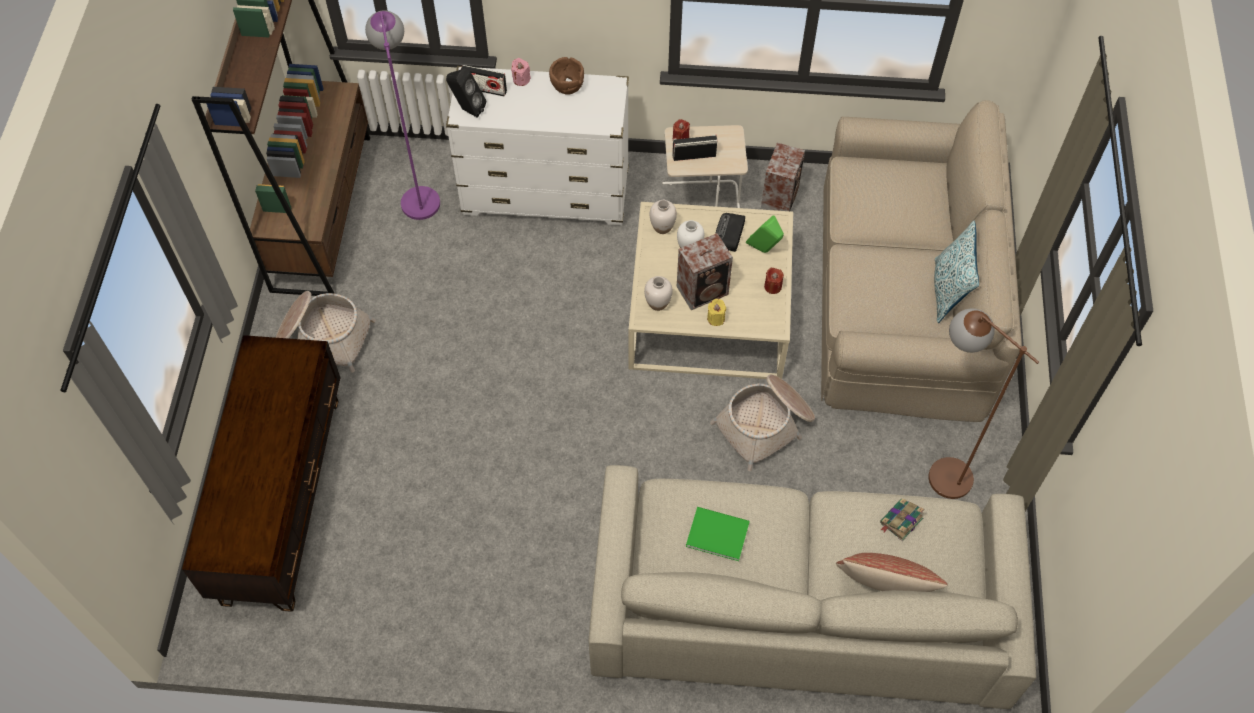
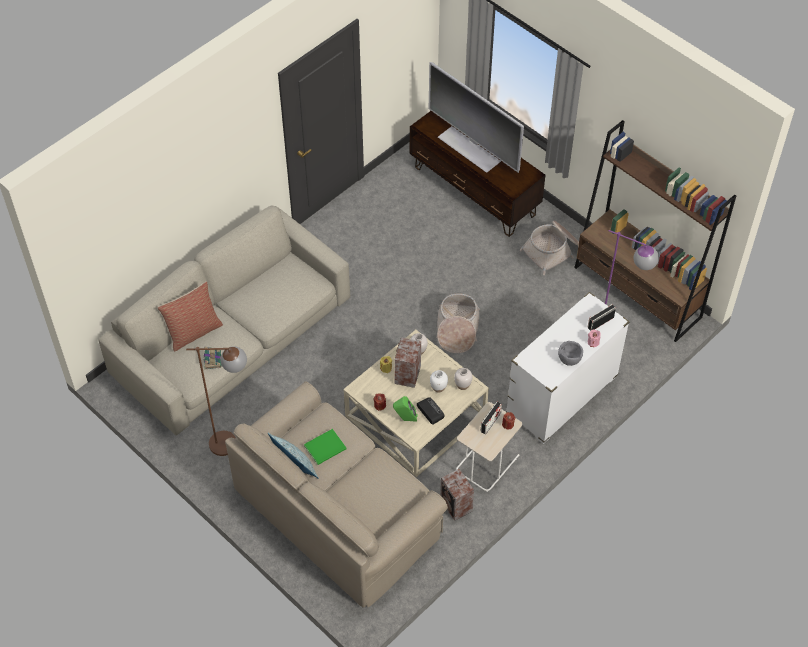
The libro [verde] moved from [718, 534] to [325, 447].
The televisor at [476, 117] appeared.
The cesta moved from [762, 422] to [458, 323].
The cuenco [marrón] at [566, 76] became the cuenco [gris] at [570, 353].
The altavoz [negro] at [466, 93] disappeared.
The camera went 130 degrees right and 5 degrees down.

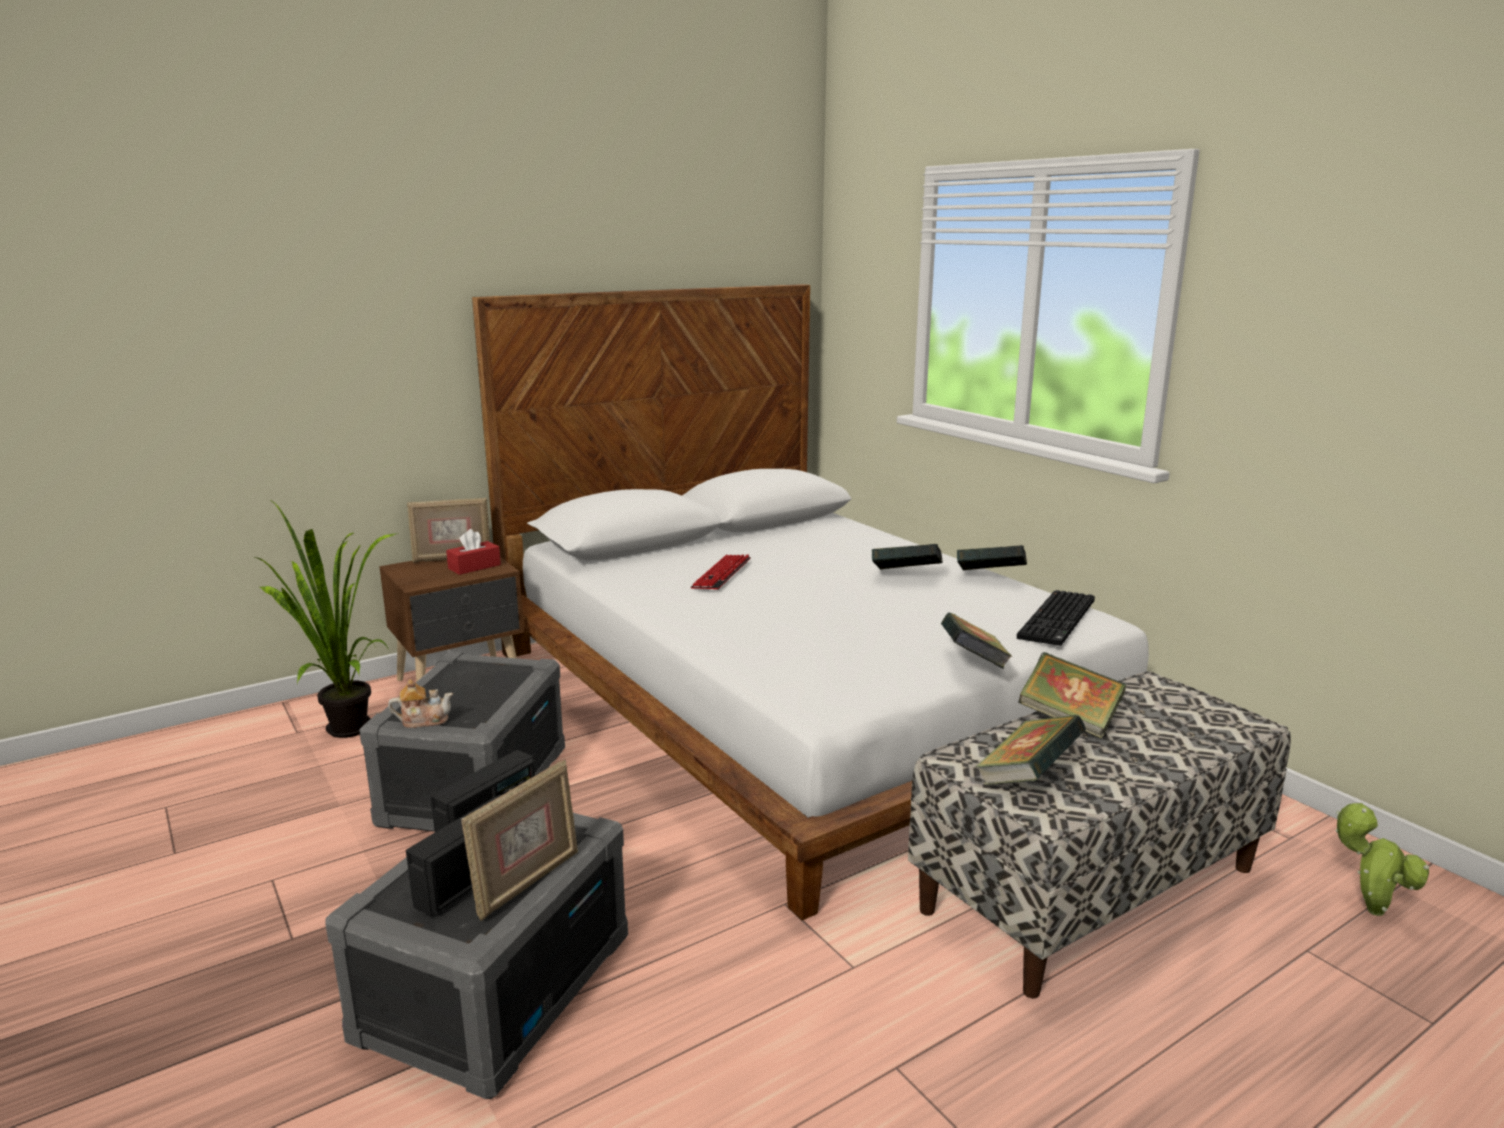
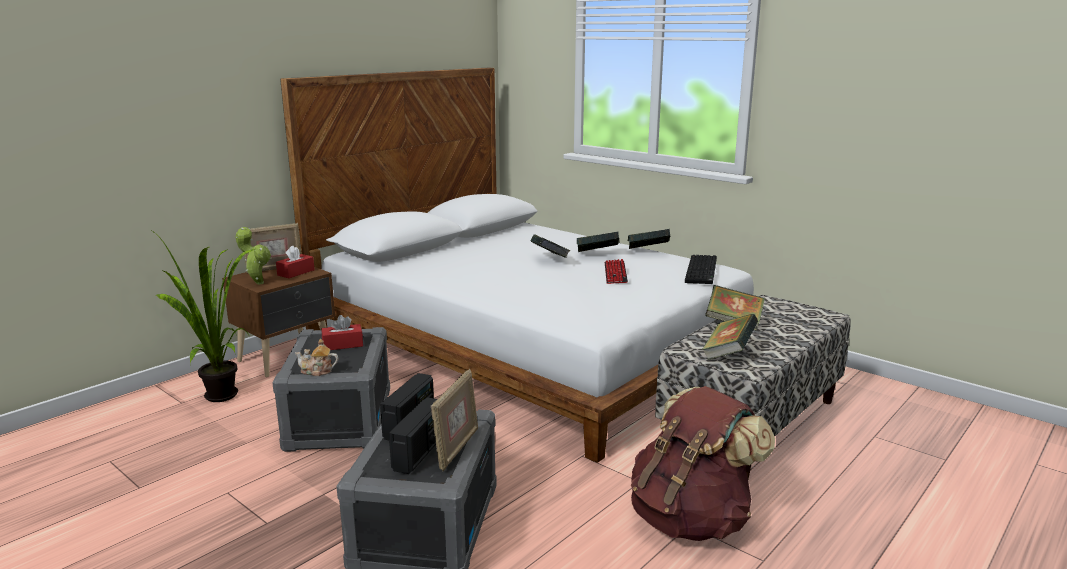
The planta en maceta moved from [1382, 859] to [254, 255].
The tetera at [420, 703] turned 150 degrees counterclockwise.
The caja de pañuelos [rojo] at [342, 332] appeared.
The libro moved from [976, 640] to [550, 246].
The teclado moved from [721, 572] to [616, 271].
The mochila [marrón] at [703, 463] appeared.
The camera went 15 degrees left and 0 degrees up.

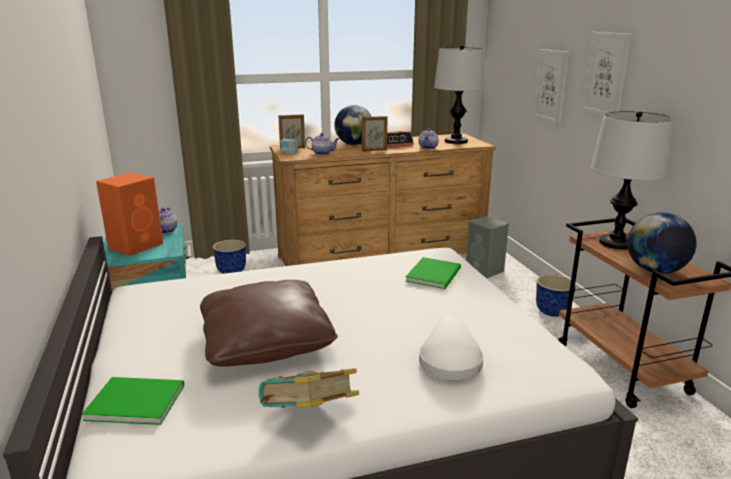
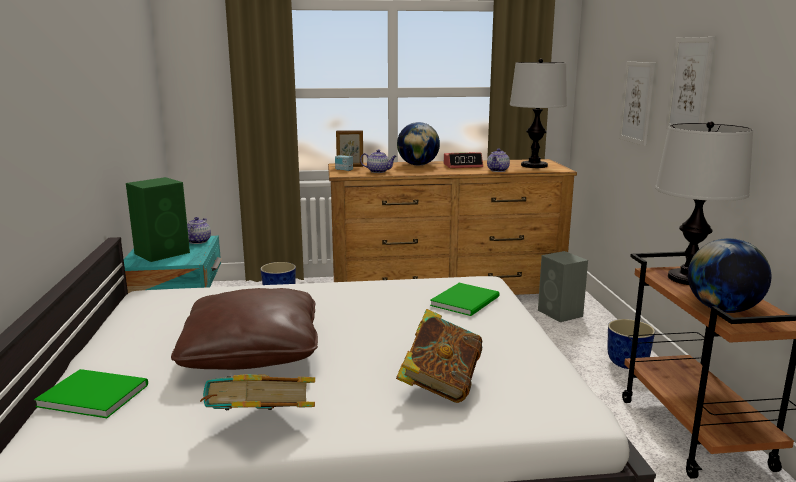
The altavoz [naranja] at [129, 214] became the altavoz [verde] at [158, 219].
The sombrero [blanco] at [451, 347] was replaced by the libro at [439, 356].
The portarretratos at [374, 133] disappeared.
The camera went 10 degrees right and 5 degrees down.

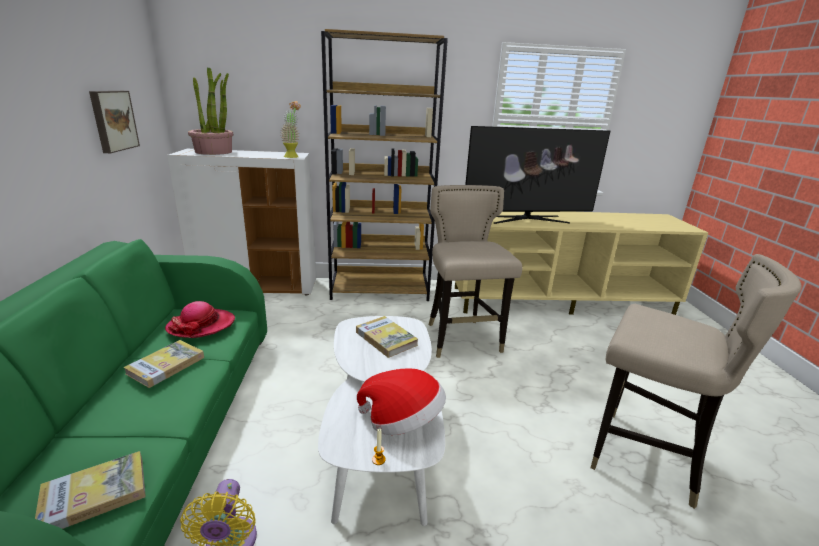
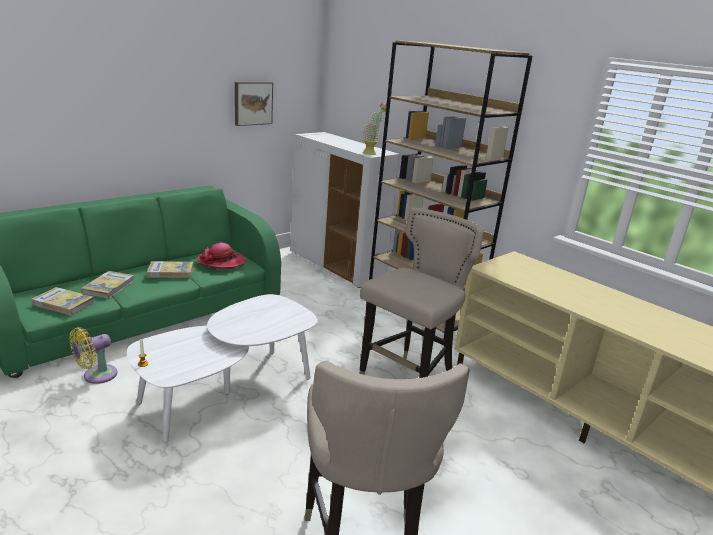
The libro moved from [387, 337] to [107, 285].
The planta en maceta at [210, 111] disappeared.
The sombrero at [401, 401] disappeared.
The televisor at [537, 175] disappeared.
The camera went 50 degrees right and 0 degrees up.

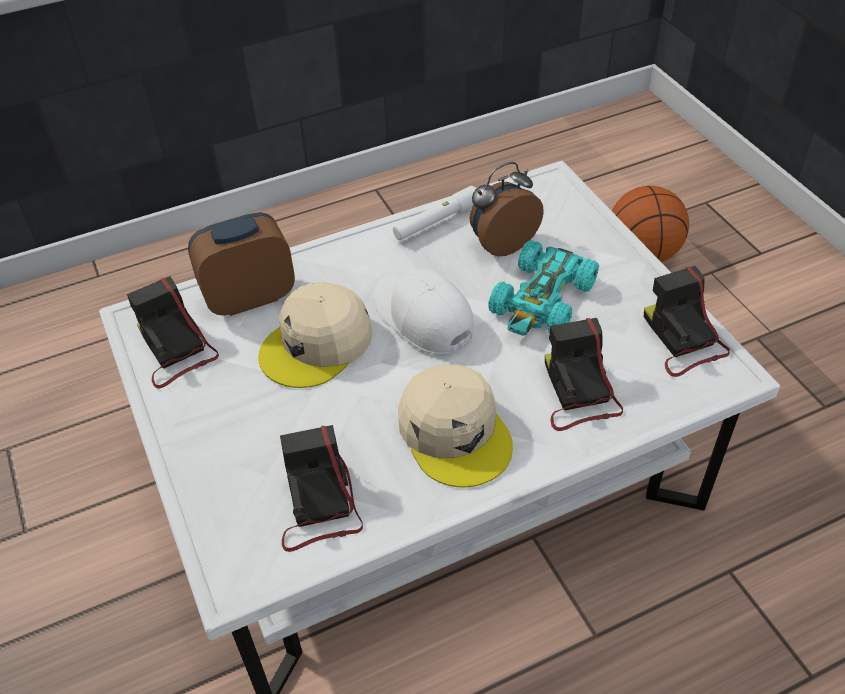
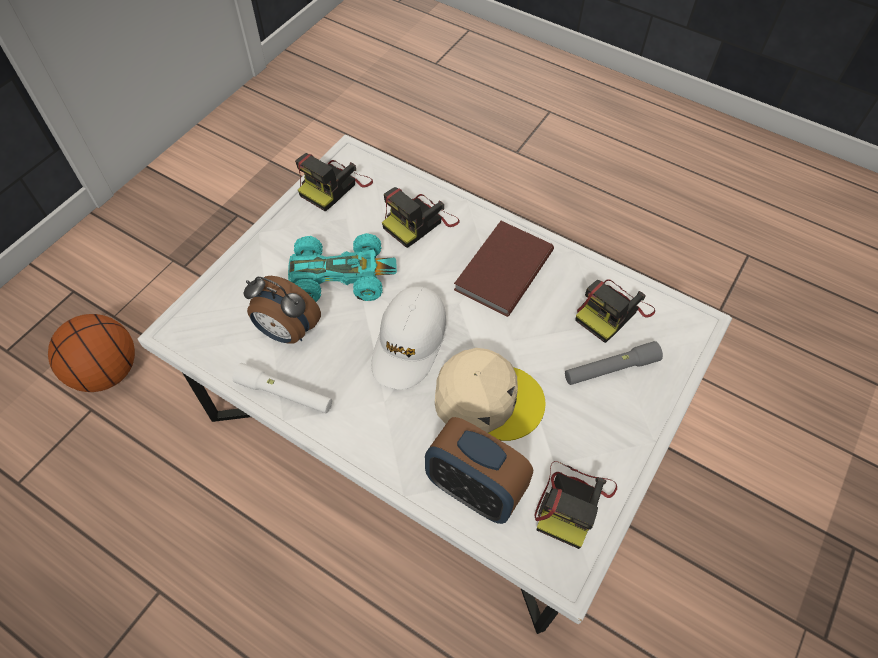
The gorra [beis] at [455, 425] was replaced by the libro [marrón] at [504, 269].
The linterna [gris] at [614, 363] appeared.
The camera went 125 degrees left and 10 degrees up.

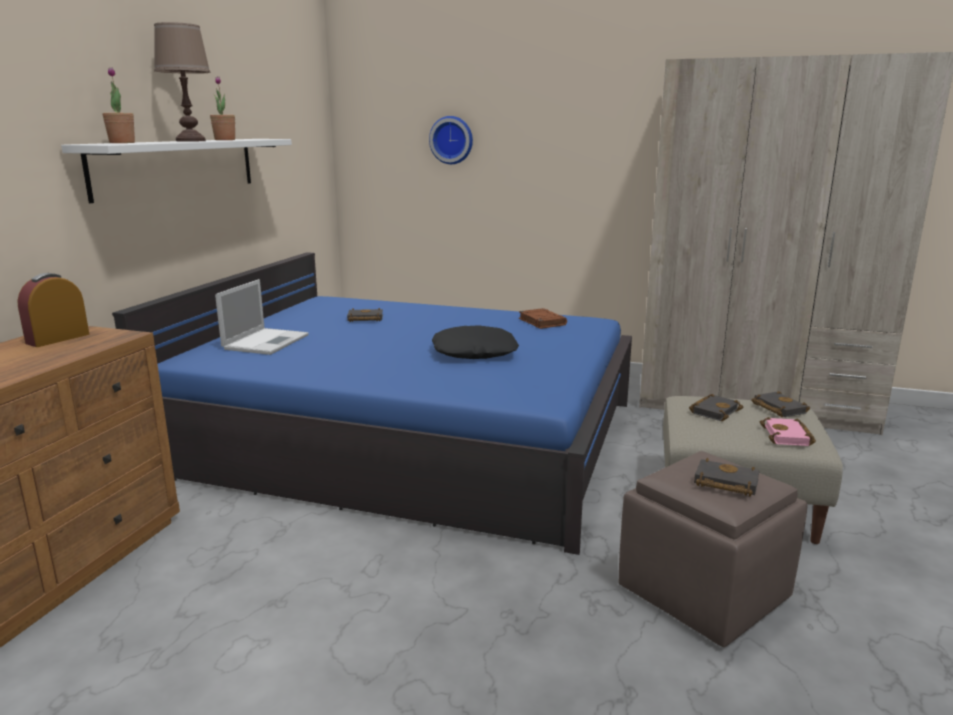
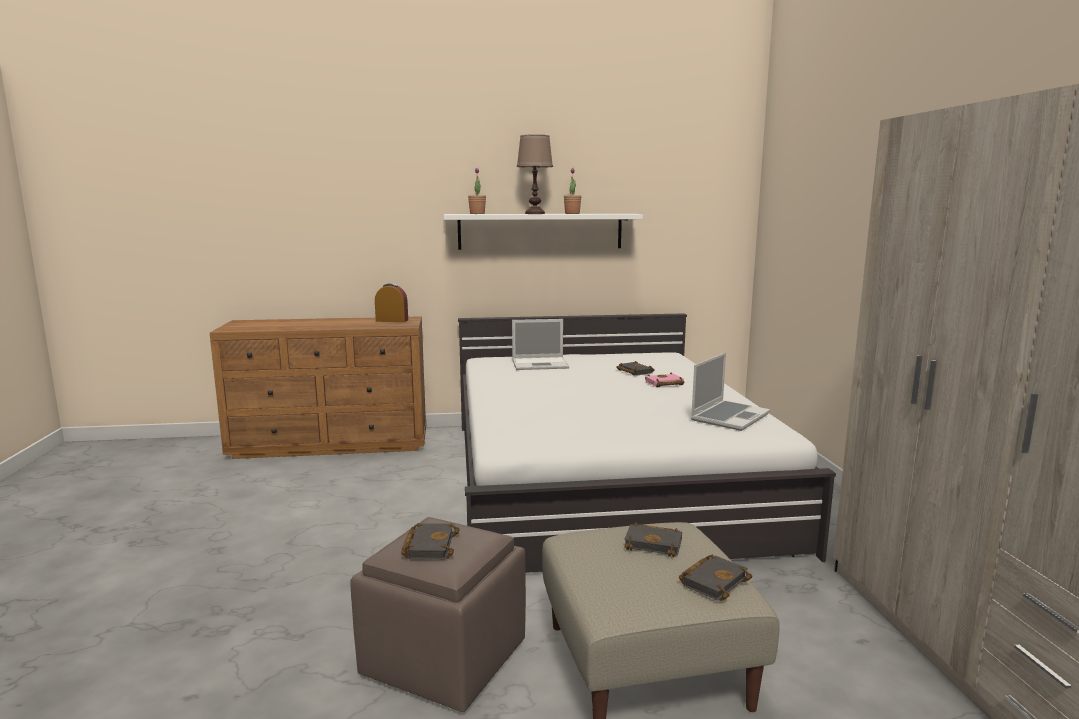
The cama [azul] at [372, 403] became the cama [blanco] at [647, 443].
The libro [rosa] moved from [788, 431] to [664, 379].
The libro [marrón] at [543, 318] was replaced by the portátil at [730, 392].
The reloj de pared at [451, 140] disappeared.
The cojín [negro] at [475, 342] disappeared.
The camera went 65 degrees right and 5 degrees down.

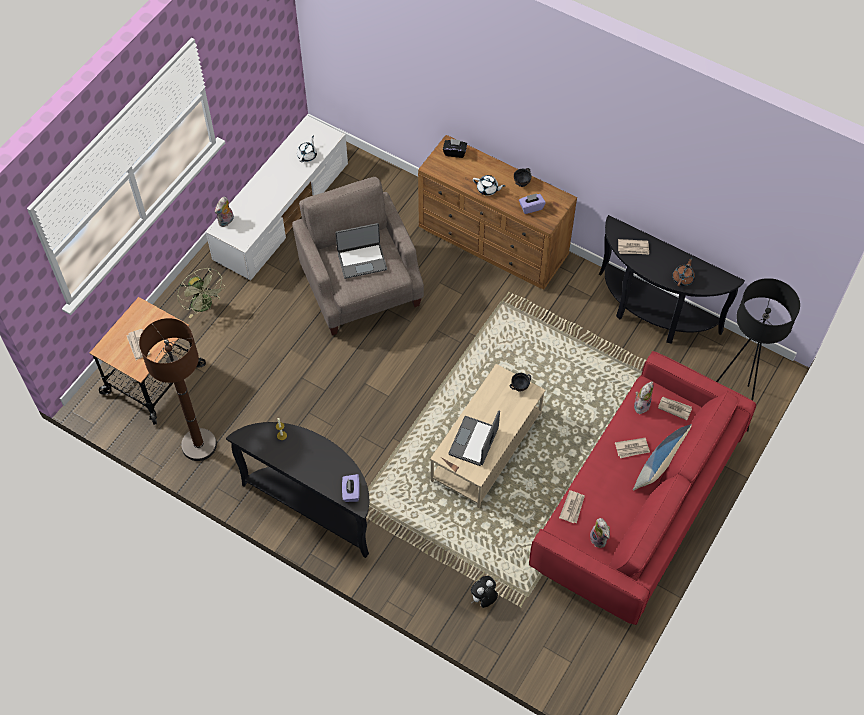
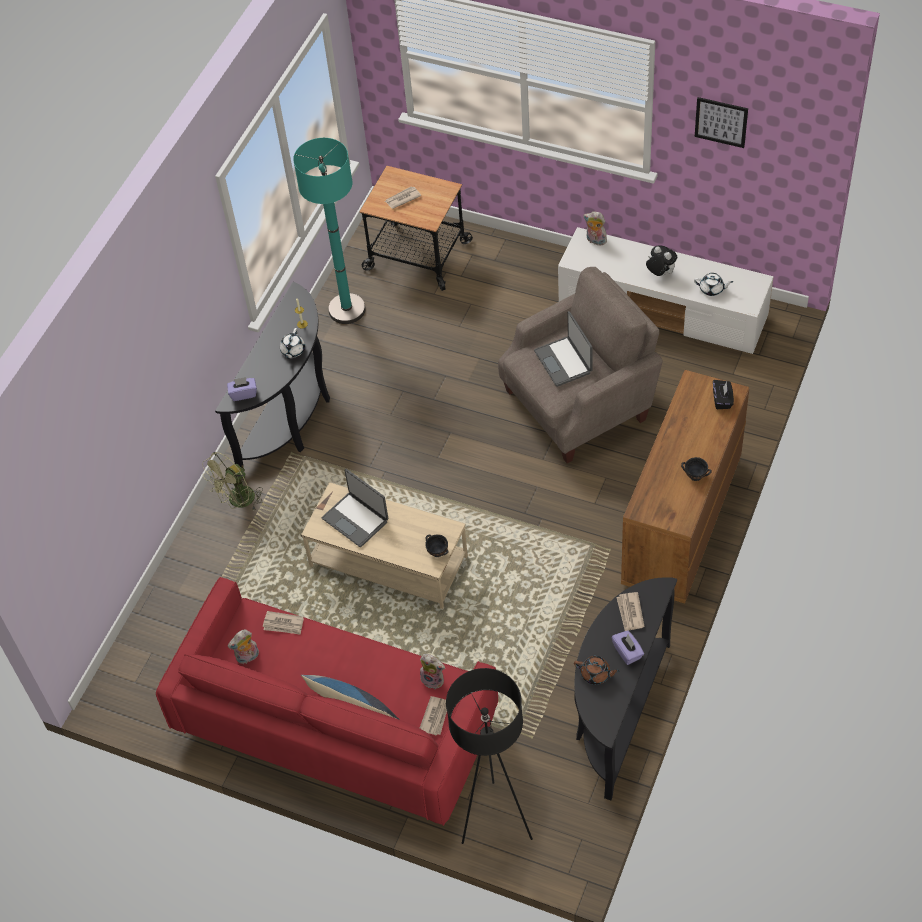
The ventilador [verde] moved from [201, 293] to [232, 481].
The tetera [blanco] moved from [489, 185] to [292, 343].
The lámpara de pie [marrón] at [178, 389] became the lámpara de pie [turquesa] at [329, 231].
The portátil at [474, 438] turned 150 degrees counterclockwise.
The caja de pañuelos [morado] moved from [532, 203] to [627, 647].
The peluche moved from [484, 592] to [661, 260].
The cuadro at [721, 122] appeared.
The periódico at [632, 448] disappeared.
The camera went 85 degrees right and 5 degrees down.

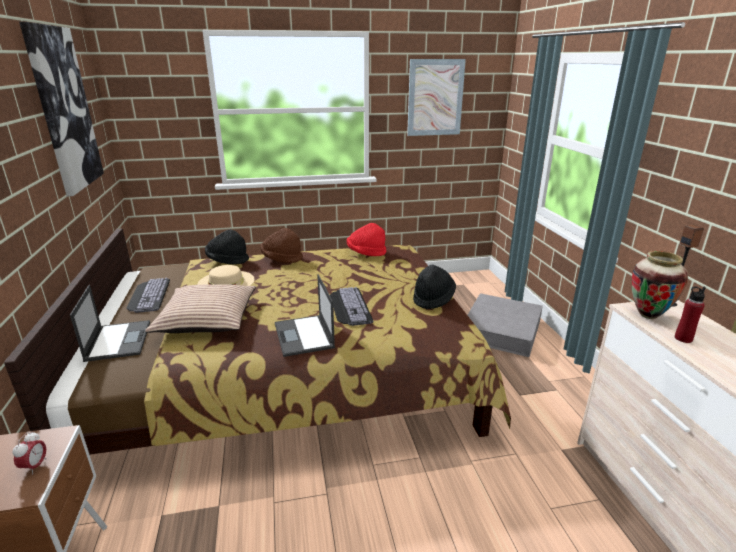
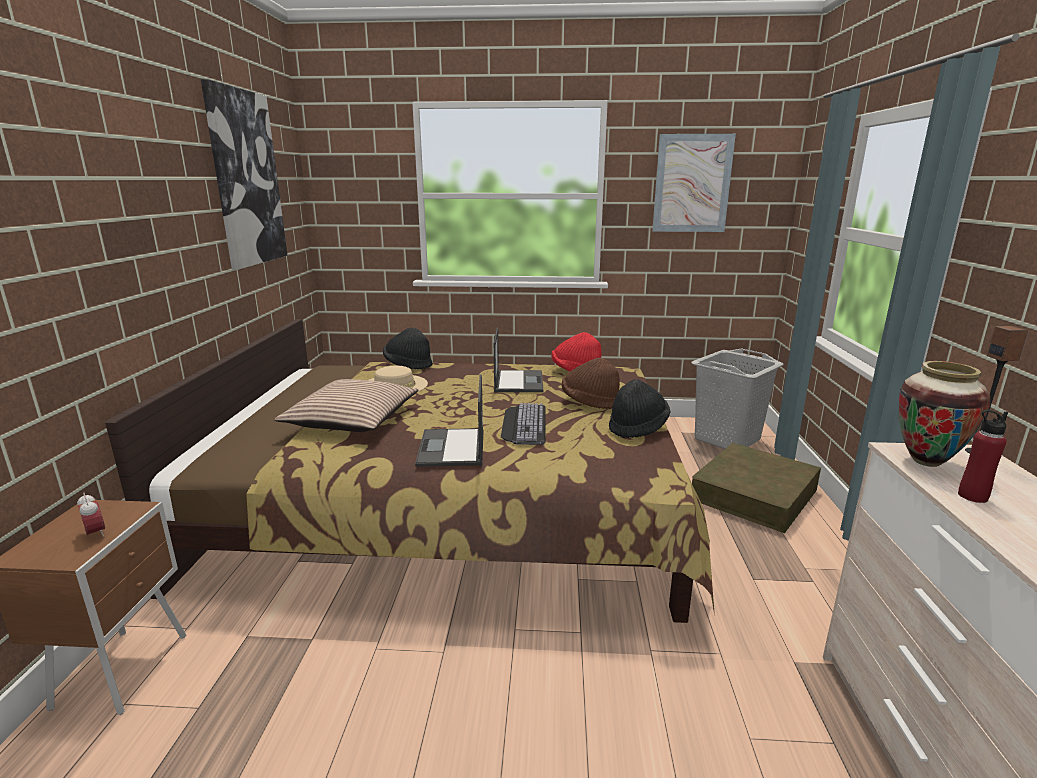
The despertador at [30, 453] turned 60 degrees counterclockwise.
The portátil moved from [110, 323] to [518, 360].
The sombrero [marrón] moved from [282, 245] to [590, 383].
The cesto de la ropa [gris] at [737, 399] appeared.
The caja de almacenaje [gris] at [505, 325] became the caja de almacenaje [marrón] at [756, 488].
The teclado at [148, 295] disappeared.
The camera went 15 degrees right and 5 degrees down.

